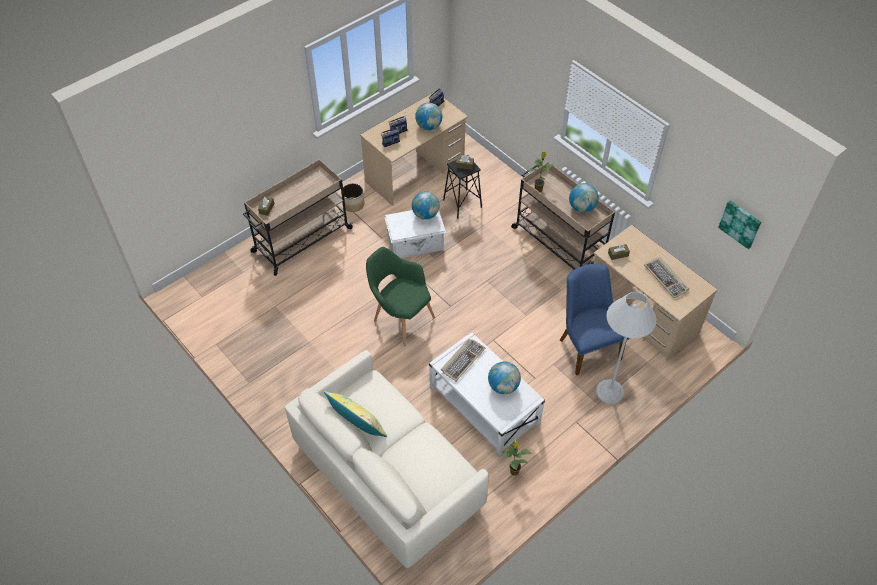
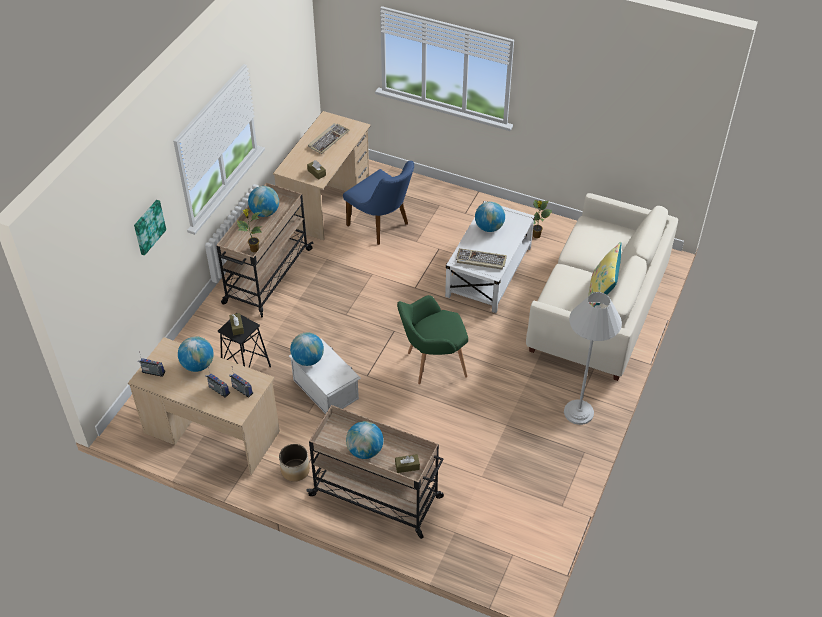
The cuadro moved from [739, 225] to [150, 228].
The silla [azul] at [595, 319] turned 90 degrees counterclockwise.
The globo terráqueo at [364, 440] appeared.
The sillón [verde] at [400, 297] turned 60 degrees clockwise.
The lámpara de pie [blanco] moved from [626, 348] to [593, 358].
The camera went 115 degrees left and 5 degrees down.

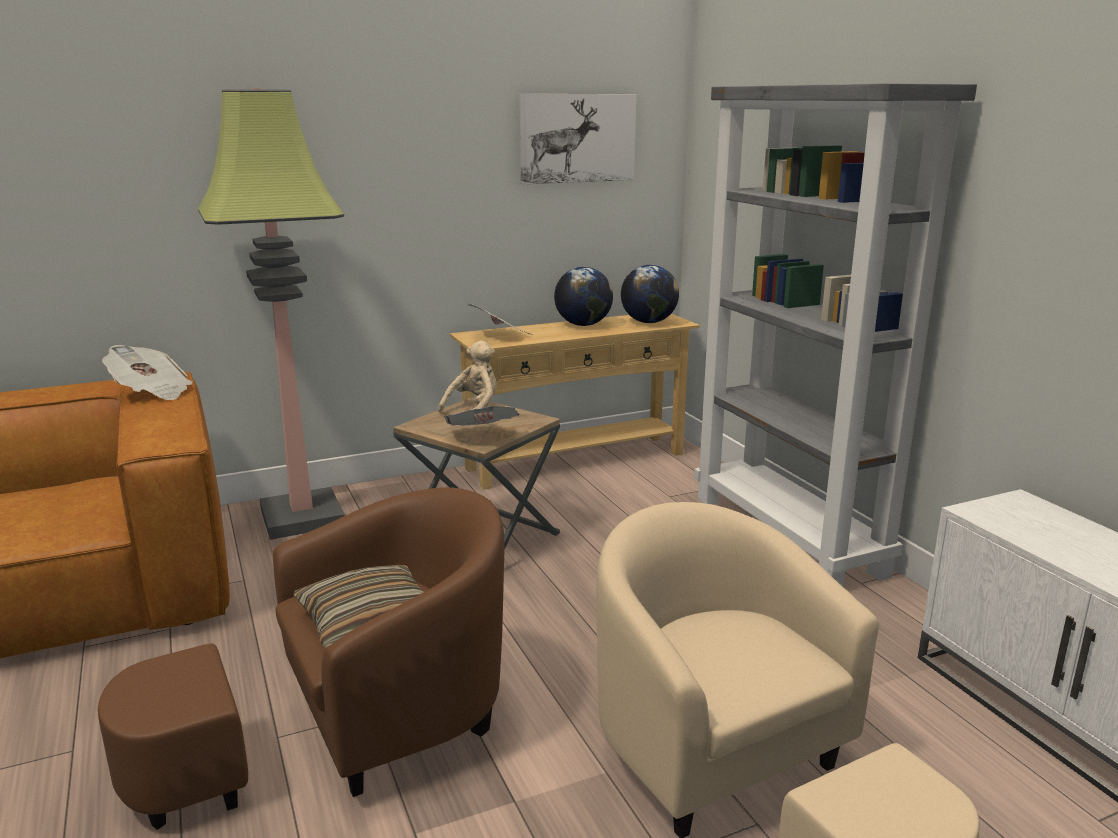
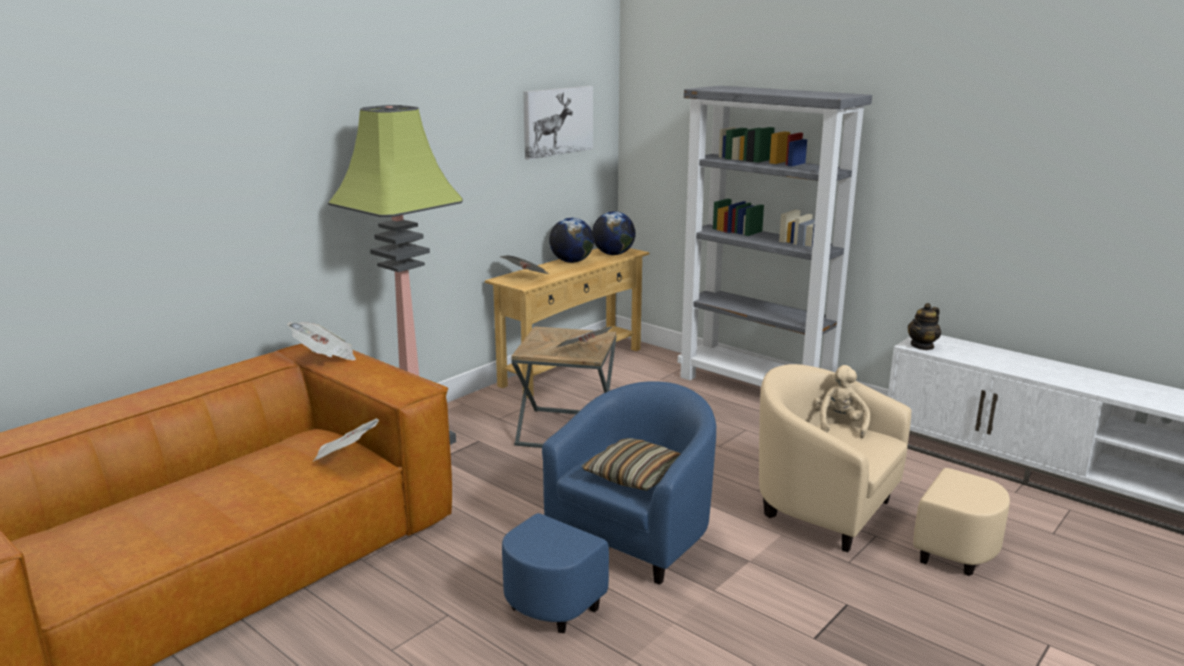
The periódico at [345, 440] appeared.
The sillón [marrón] at [301, 658] became the sillón [azul] at [609, 507].
The peluche [beis] moved from [467, 376] to [841, 402].
The tetera at [924, 326] appeared.
The camera went 25 degrees left and 0 degrees up.

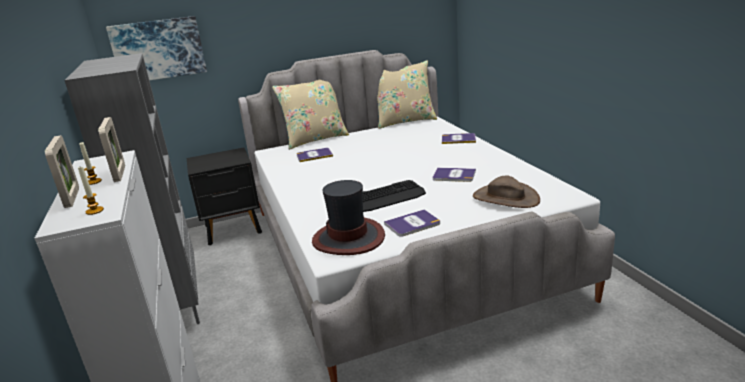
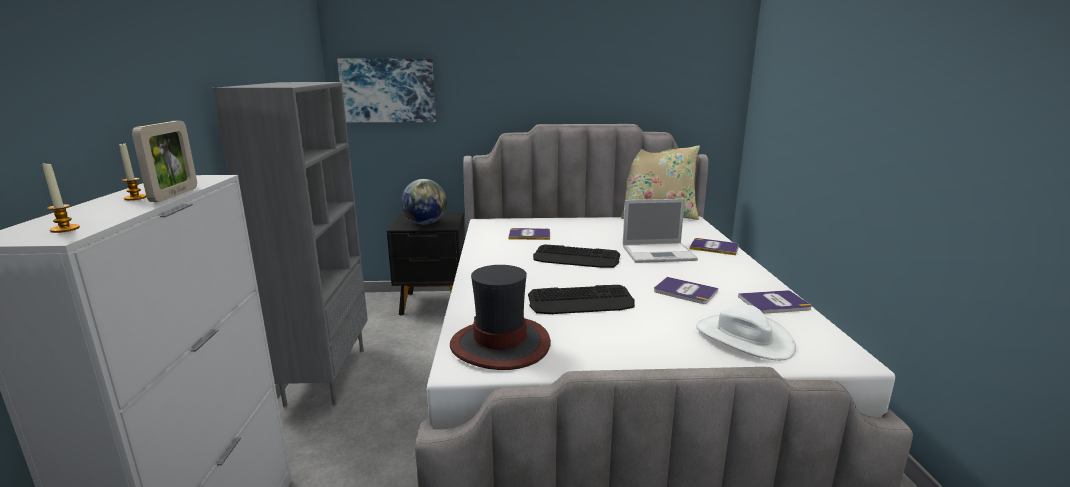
The globo terráqueo at [424, 202] appeared.
The teclado at [576, 256] appeared.
The portátil at [660, 231] appeared.
The sombrero [marrón] at [506, 191] became the sombrero [blanco] at [746, 332].
The libro moved from [412, 223] to [774, 302].
The portarretratos at [62, 171] disappeared.
The cojín [beis] at [310, 115] disappeared.
The camera went 15 degrees right and 5 degrees down.

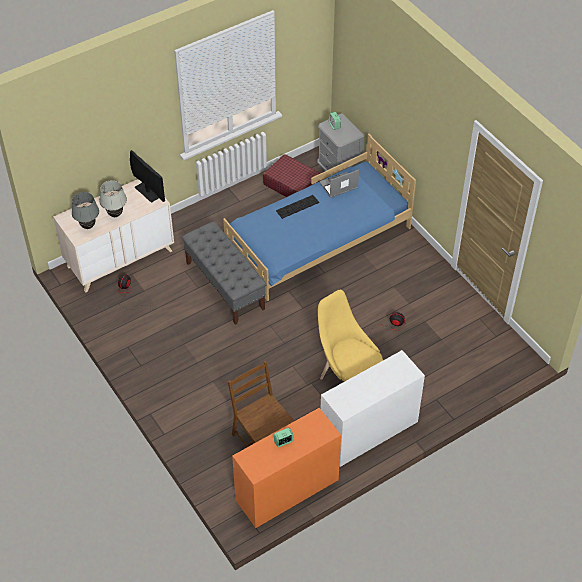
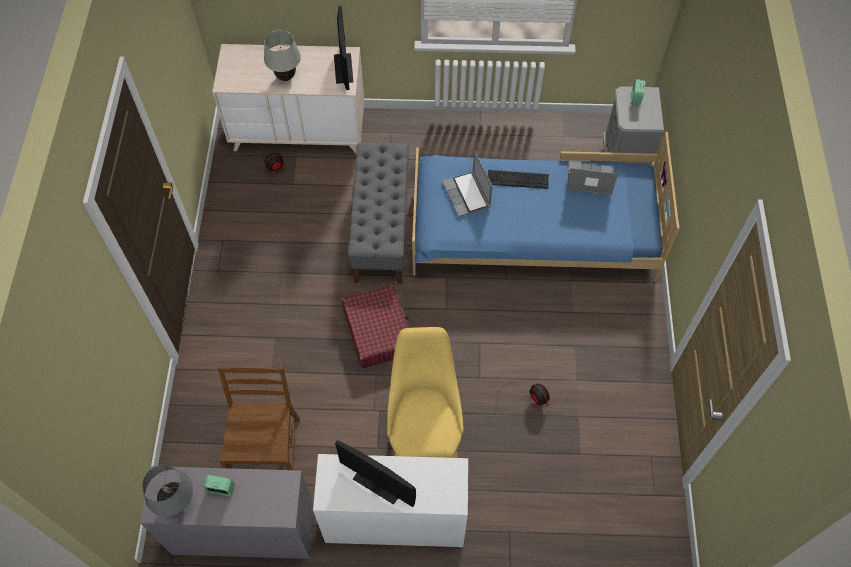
The escritorio [naranja] at [286, 468] became the escritorio [gris] at [227, 512].
The lámpara de mesa [gris] moved from [85, 210] to [167, 491].
The monitor at [375, 473] appeared.
The maleta [rojo] moved from [292, 175] to [375, 326].
The portátil at [467, 184] appeared.
The camera went 35 degrees right and 10 degrees up.

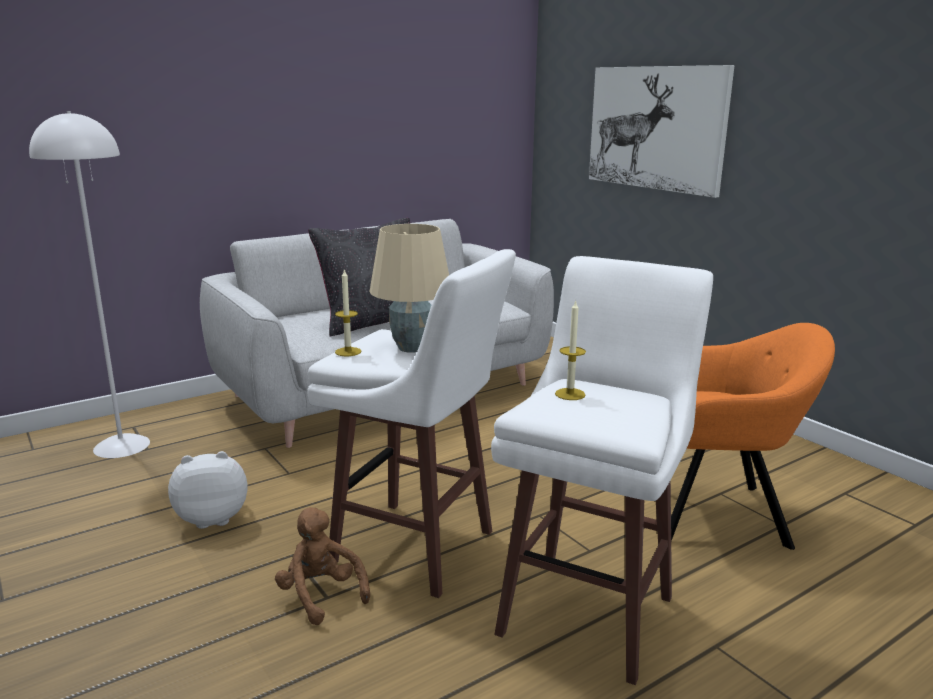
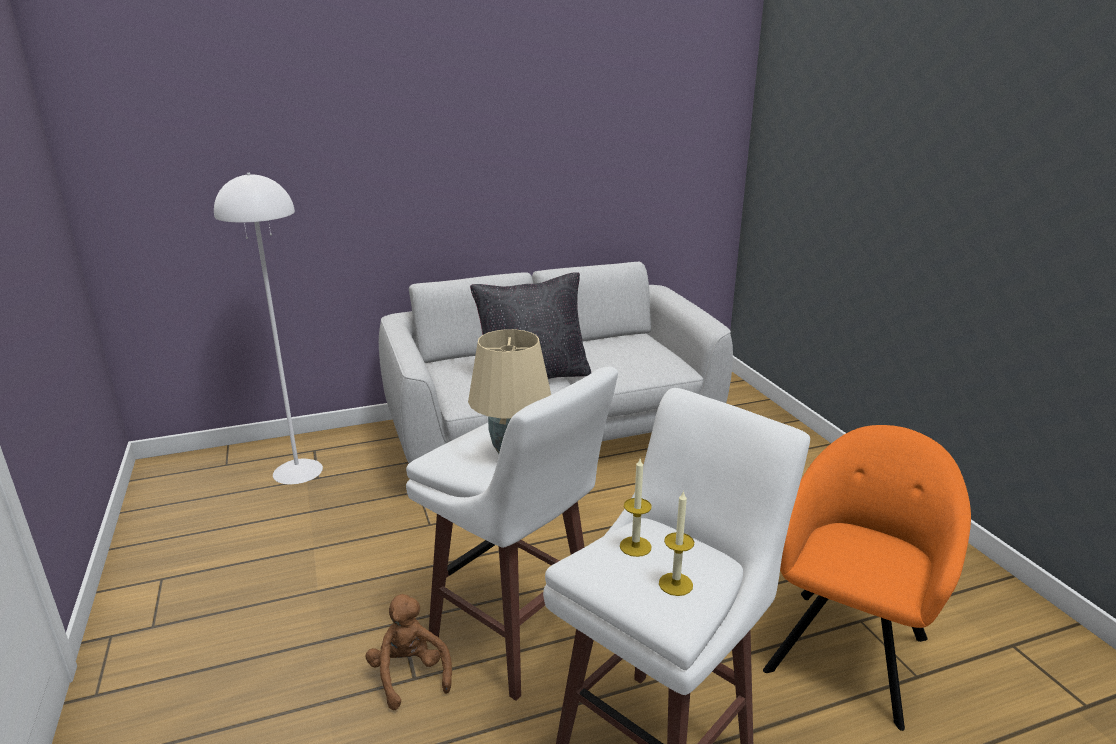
The vela moved from [348, 312] to [676, 543].
The sillón [naranja] at [753, 436] turned 75 degrees counterclockwise.
The peluche at [208, 490] disappeared.
The cuadro at [662, 131] disappeared.
The camera went 15 degrees right and 5 degrees up.

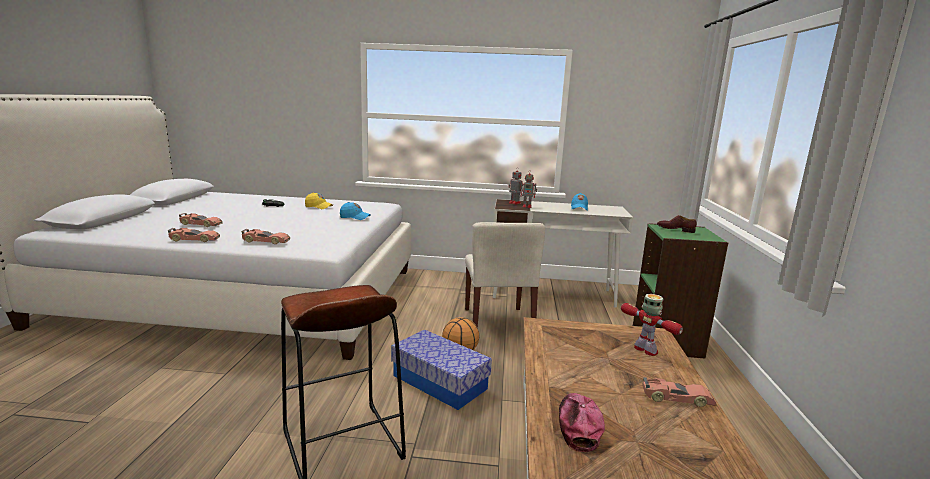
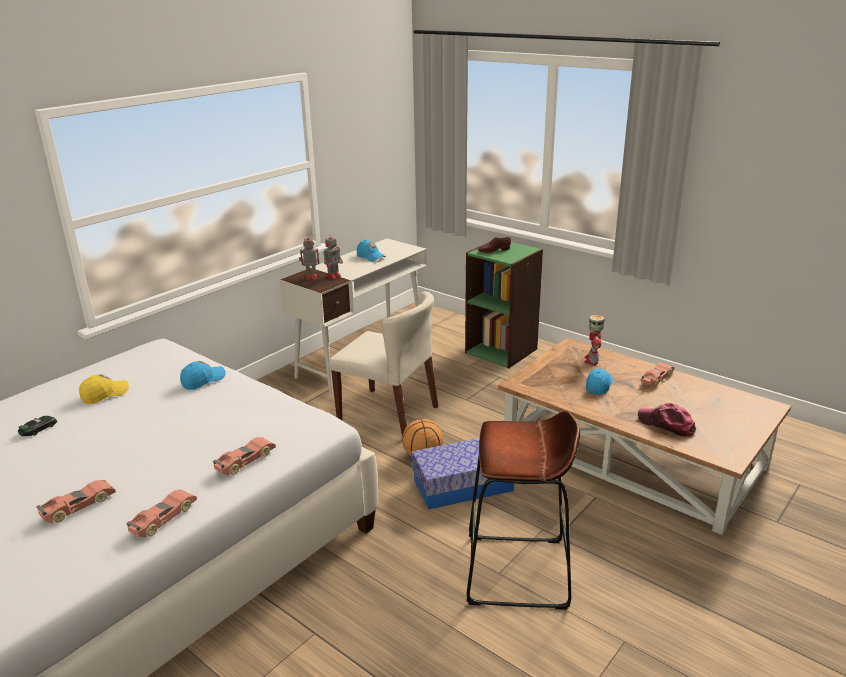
The robot de juguete at [652, 325] turned 75 degrees counterclockwise.
The gorra [azul] at [599, 381] appeared.
The camera went 55 degrees left and 10 degrees up.

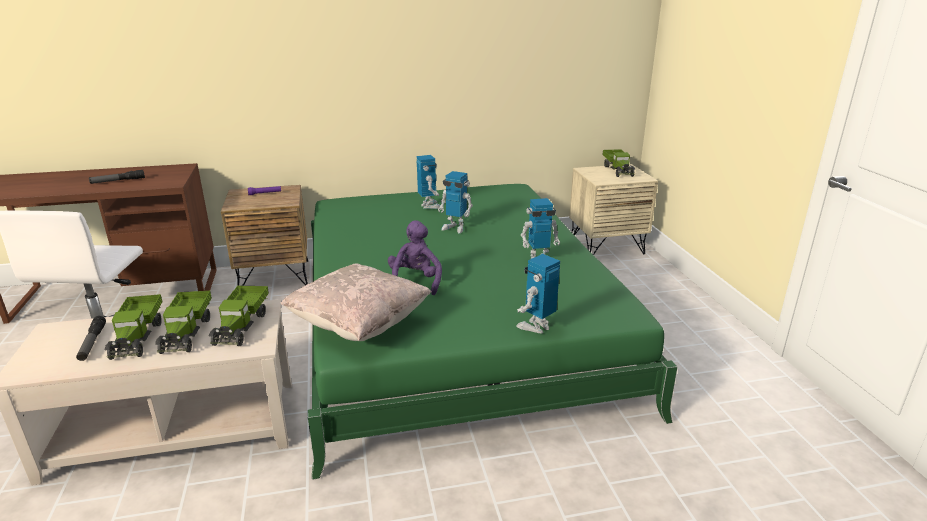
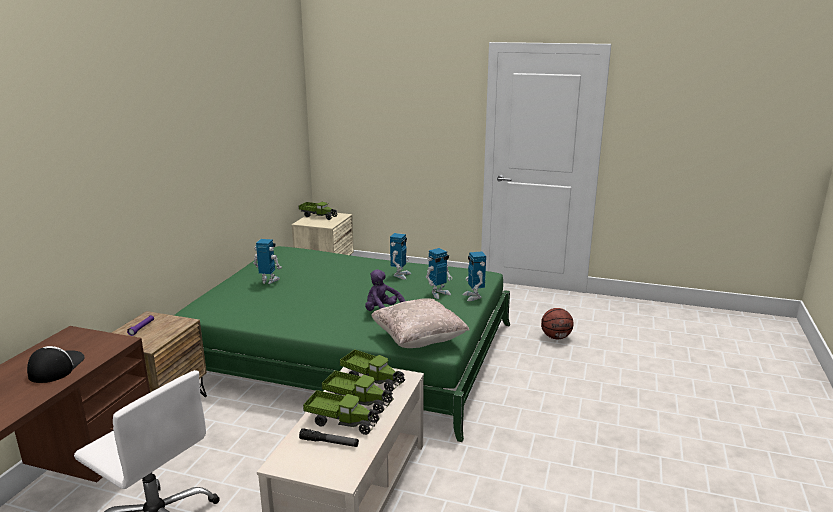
The linterna at [117, 177] was replaced by the gorra at [56, 364].
The robot de juguete moved from [455, 202] to [439, 273].
The balón de baloncesto at [557, 323] appeared.
The camera went 60 degrees left and 5 degrees down.

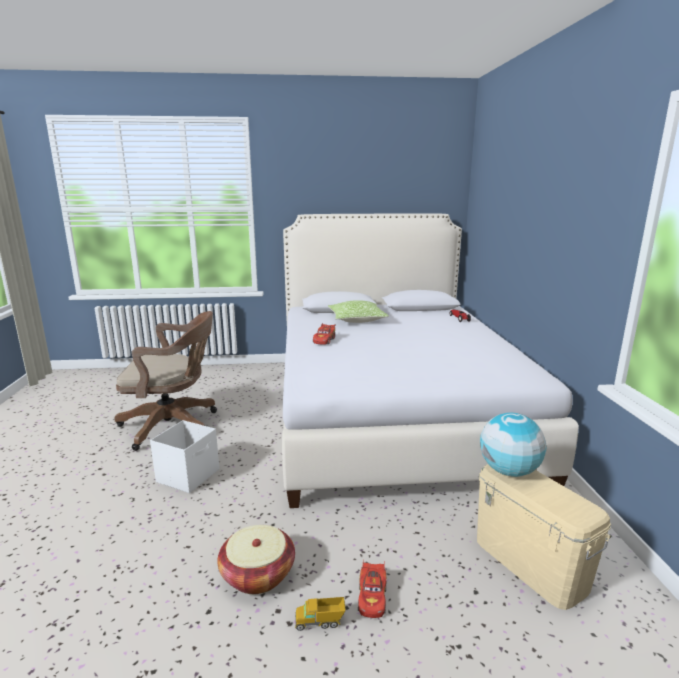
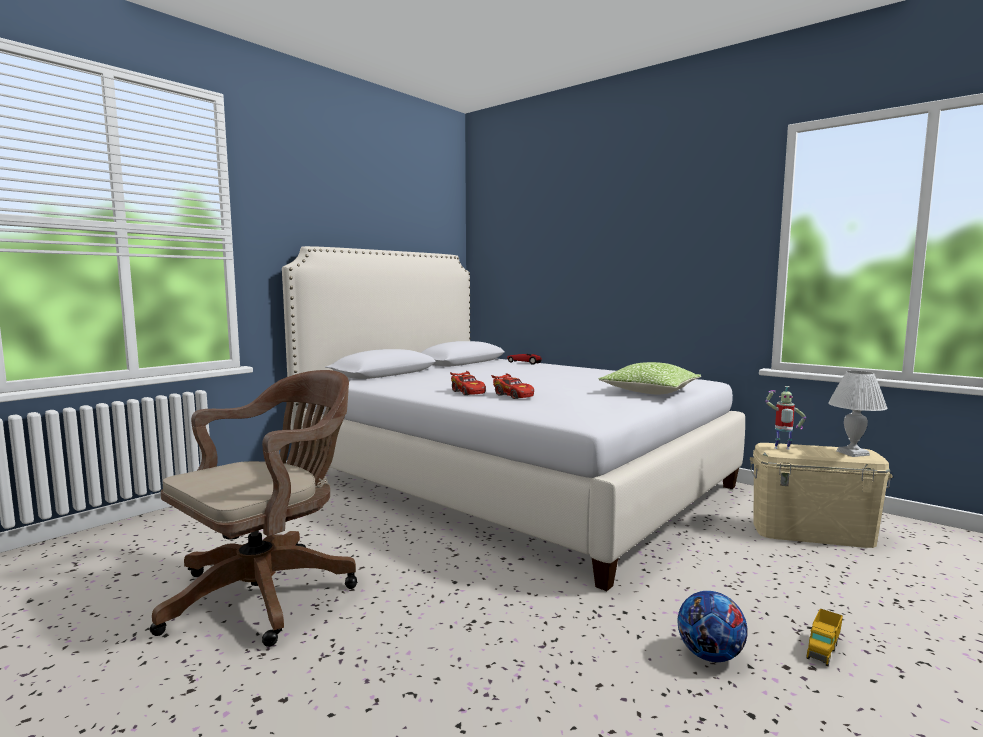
The coche de juguete [rojo] moved from [372, 588] to [512, 386].
The cojín moved from [358, 311] to [649, 378].
The cesta at [256, 559] was replaced by the balón de fútbol at [713, 626].
The globo terráqueo at [513, 445] was replaced by the robot de juguete at [785, 418].
The lámpara de mesa [blanco] at [858, 414] appeared.
The caja de almacenaje [blanco] at [184, 456] disappeared.
The camera went 45 degrees left and 10 degrees down.

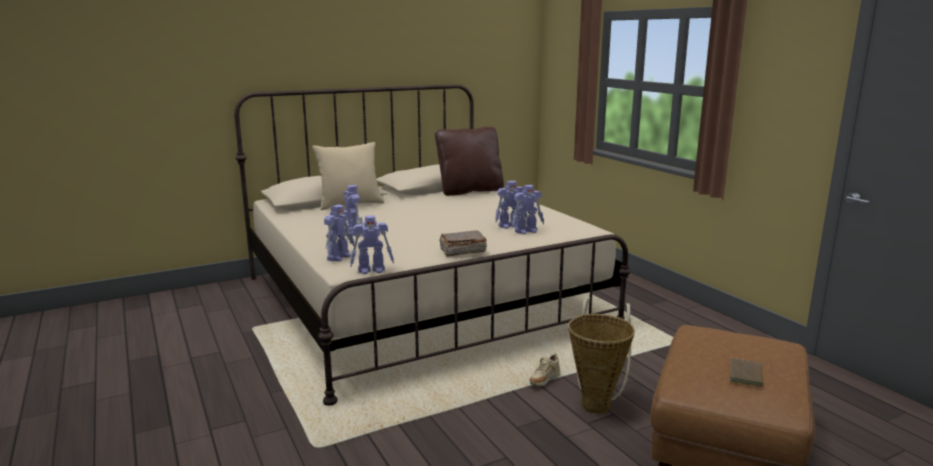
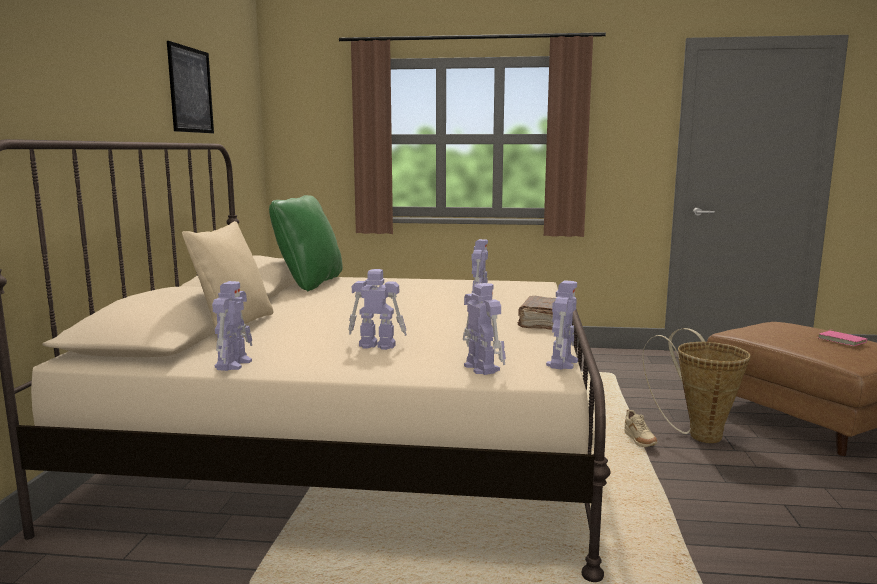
The cuadro at [190, 87] appeared.
The robot de juguete moved from [528, 209] to [232, 326].
The cojín [marrón] at [469, 161] became the cojín [verde] at [306, 243].
The libro [marrón] at [751, 372] became the libro [rosa] at [842, 337].
The camera went 55 degrees left and 5 degrees down.

